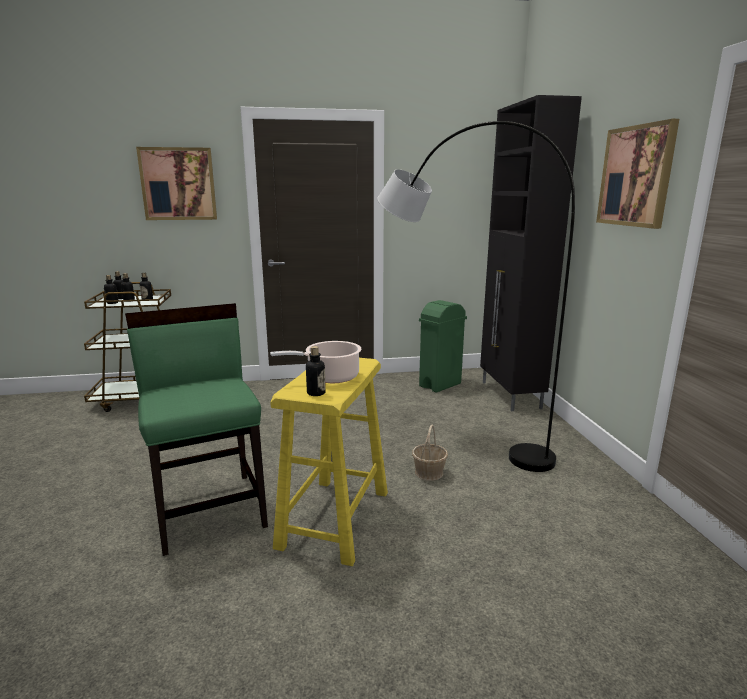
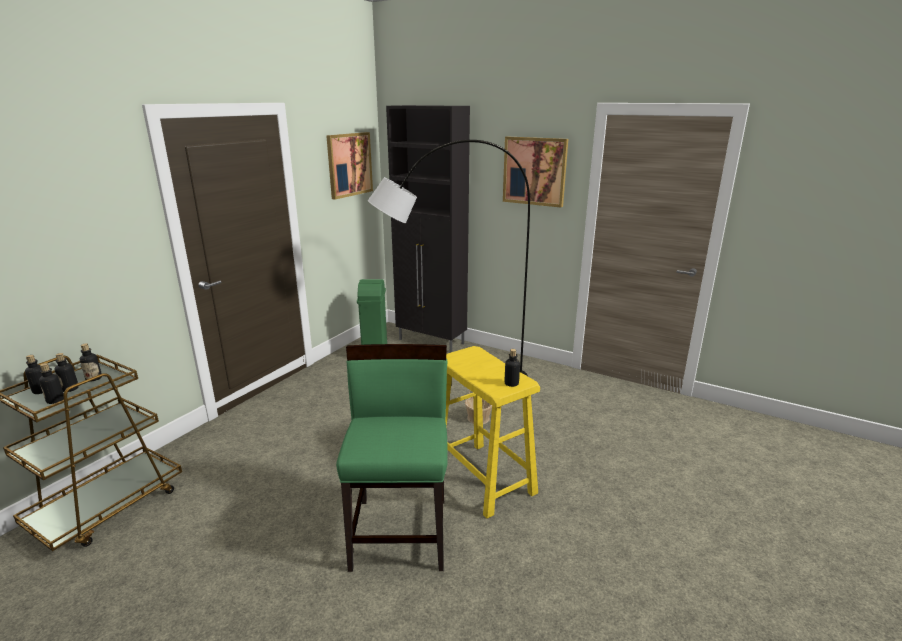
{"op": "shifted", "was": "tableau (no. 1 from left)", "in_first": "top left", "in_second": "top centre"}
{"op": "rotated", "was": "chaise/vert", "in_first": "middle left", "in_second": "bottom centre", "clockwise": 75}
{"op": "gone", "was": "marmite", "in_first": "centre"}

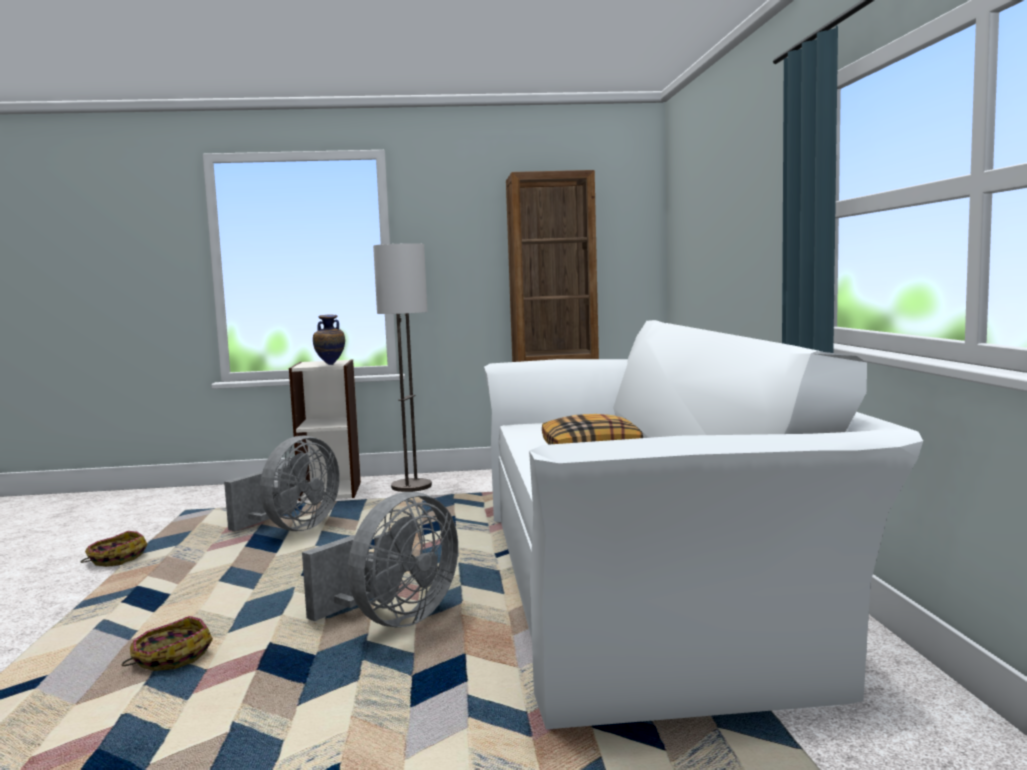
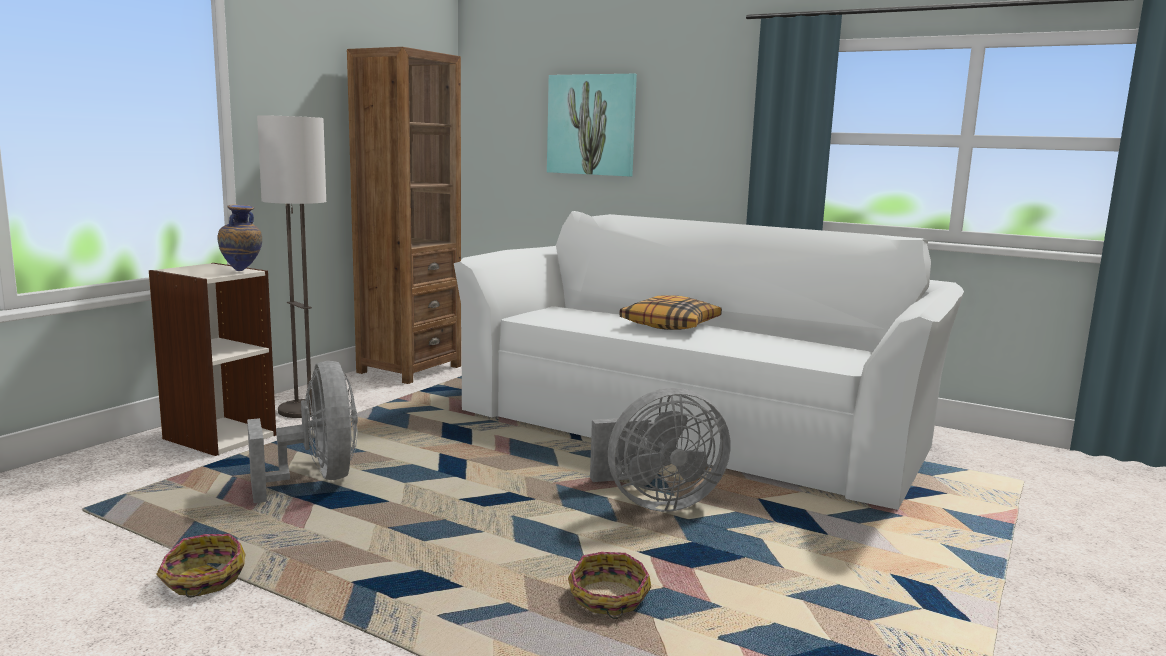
{"op": "rotated", "was": "ventilateur/gris (no. 2 from left)", "in_first": "bottom centre", "in_second": "bottom centre", "clockwise": 90}
{"op": "new", "now": "tableau", "in_second": "top centre"}

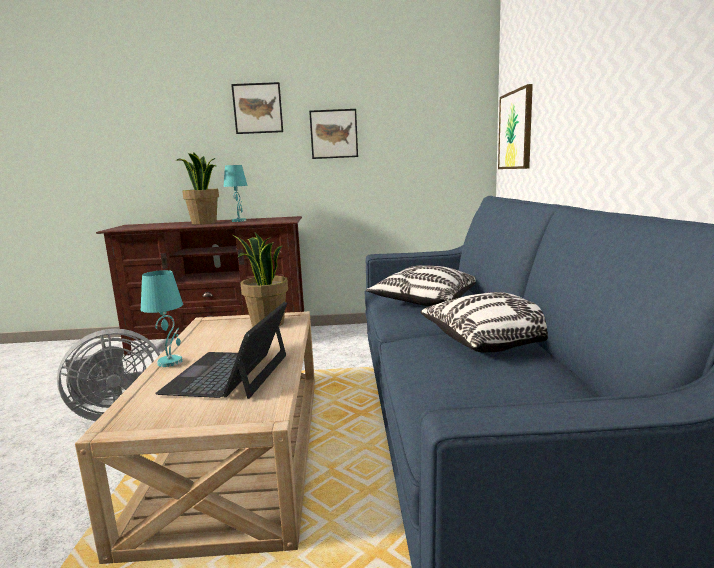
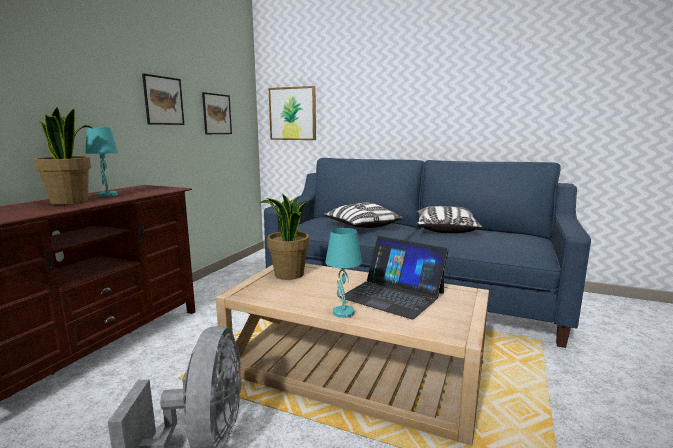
{"op": "shifted", "was": "tableau (no. 1 from left in the first image)", "now": "tableau (no. 2 from left)", "in_first": "top centre", "in_second": "top left"}

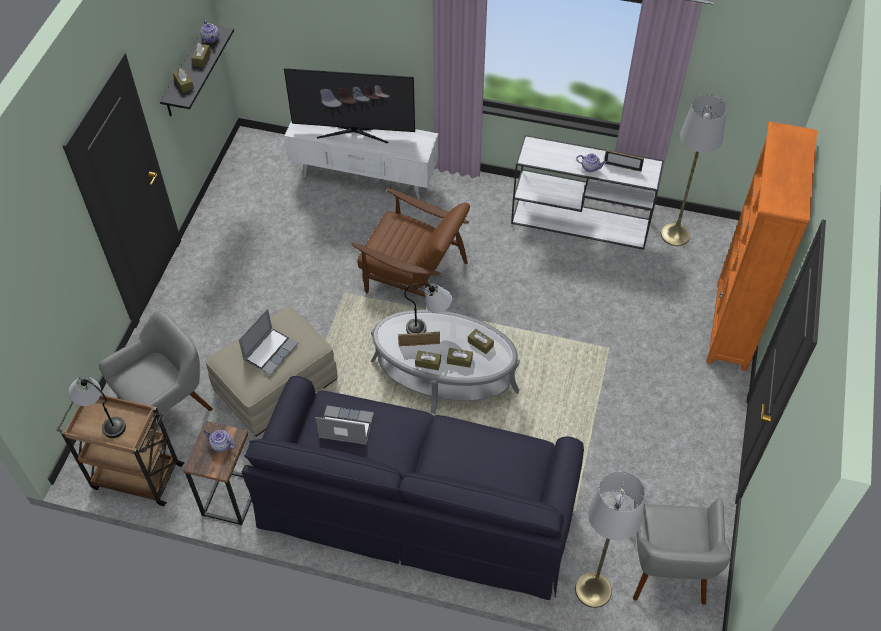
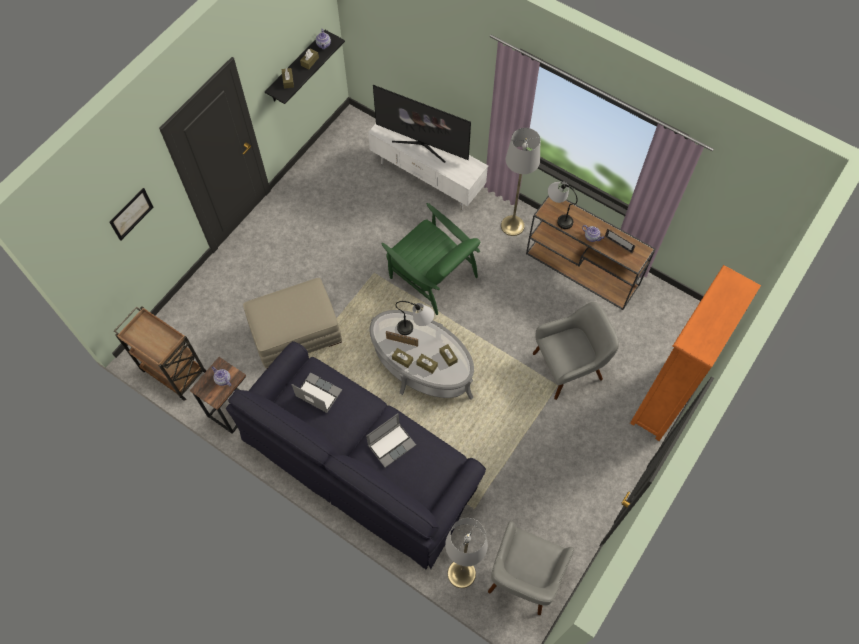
{"op": "shifted", "was": "lampadaire/gris (no. 2 from left)", "in_first": "top right", "in_second": "top centre"}
{"op": "repainted", "was": "table console/blanc", "now": "table console/marron", "in_first": "top centre", "in_second": "middle right"}
{"op": "repainted", "was": "fauteuil/marron", "now": "fauteuil/vert", "in_first": "centre", "in_second": "centre"}
{"op": "shifted", "was": "ordinateur portable (no. 1 from left in the first image)", "now": "ordinateur portable (no. 2 from left)", "in_first": "middle left", "in_second": "bottom centre"}
{"op": "shifted", "was": "fauteuil/gris (no. 1 from left in the first image)", "now": "fauteuil/gris (no. 2 from left)", "in_first": "middle left", "in_second": "middle right"}
{"op": "shifted", "was": "lampe de table (no. 1 from left in the first image)", "now": "lampe de table (no. 2 from left)", "in_first": "middle left", "in_second": "top centre"}
{"op": "new", "now": "tableau", "in_second": "top left"}

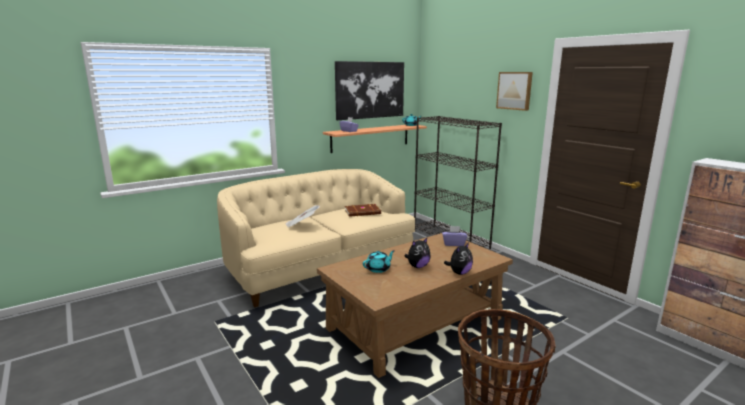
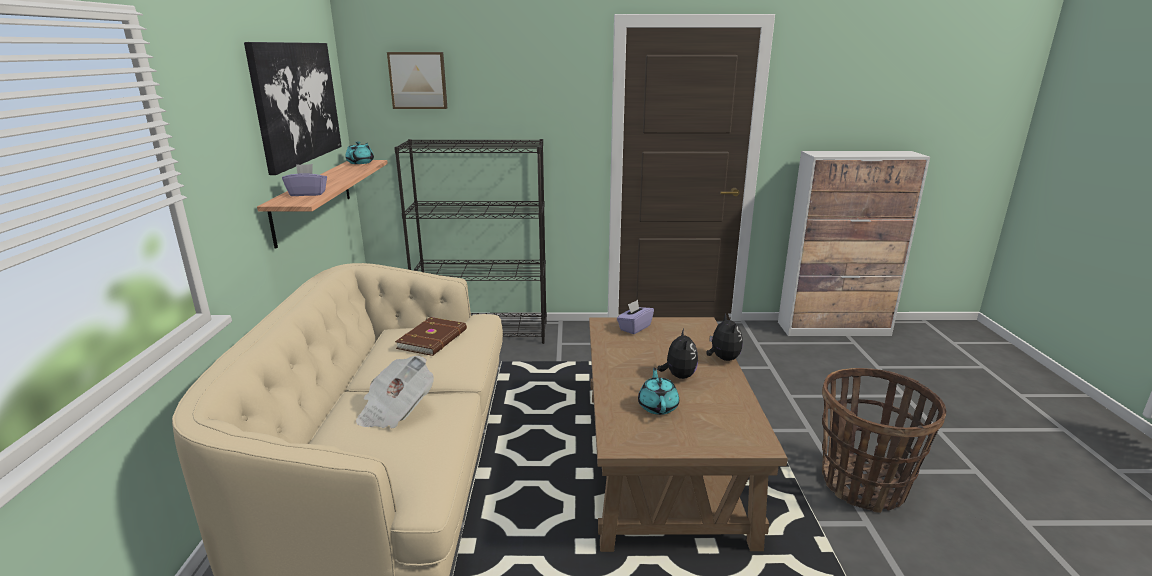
{"op": "shifted", "was": "tableau (no. 2 from left)", "in_first": "top right", "in_second": "top centre"}

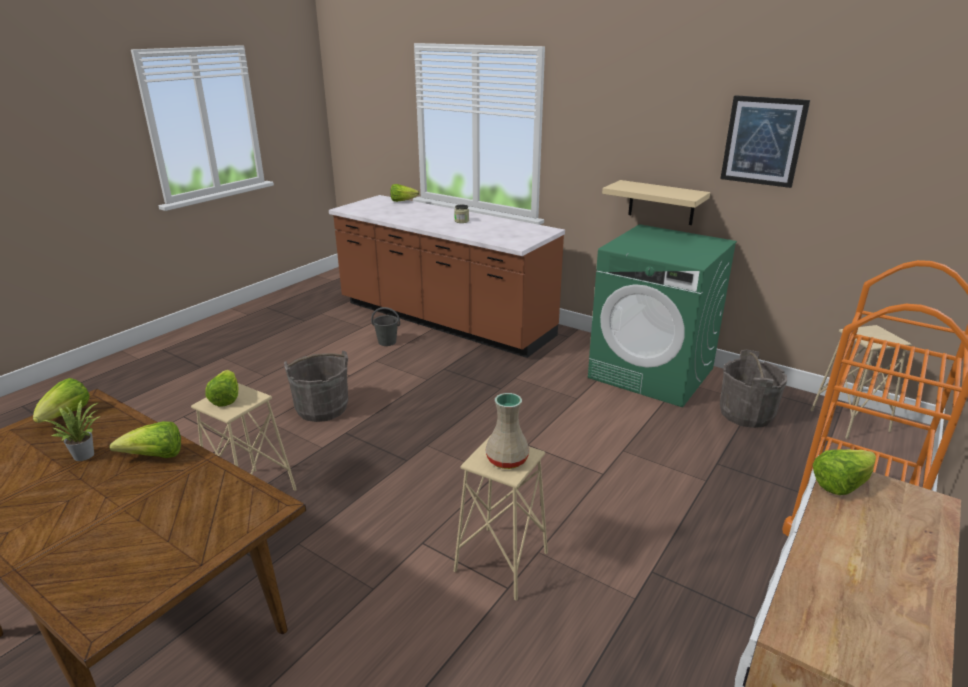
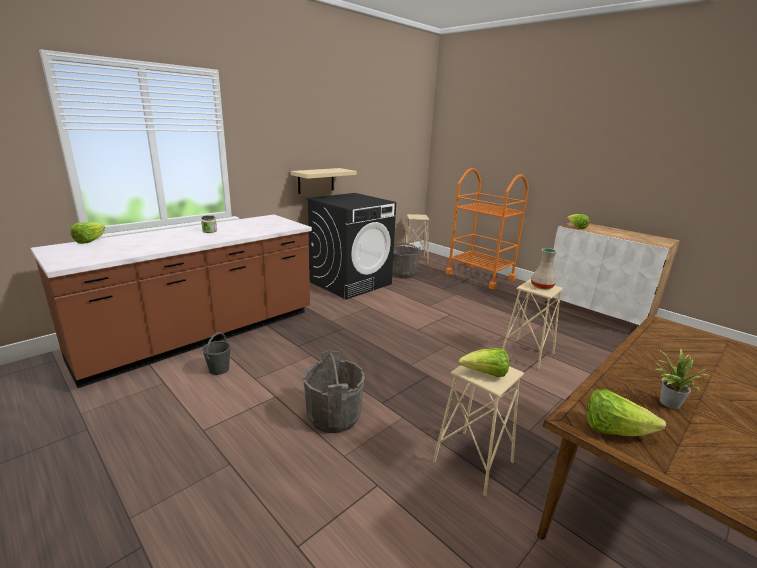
{"op": "gone", "was": "tableau", "in_first": "top right"}
{"op": "repainted", "was": "lave-linge/vert", "now": "lave-linge/noir", "in_first": "middle right", "in_second": "centre"}
{"op": "gone", "was": "laitue (no. 2 from left)", "in_first": "middle left"}

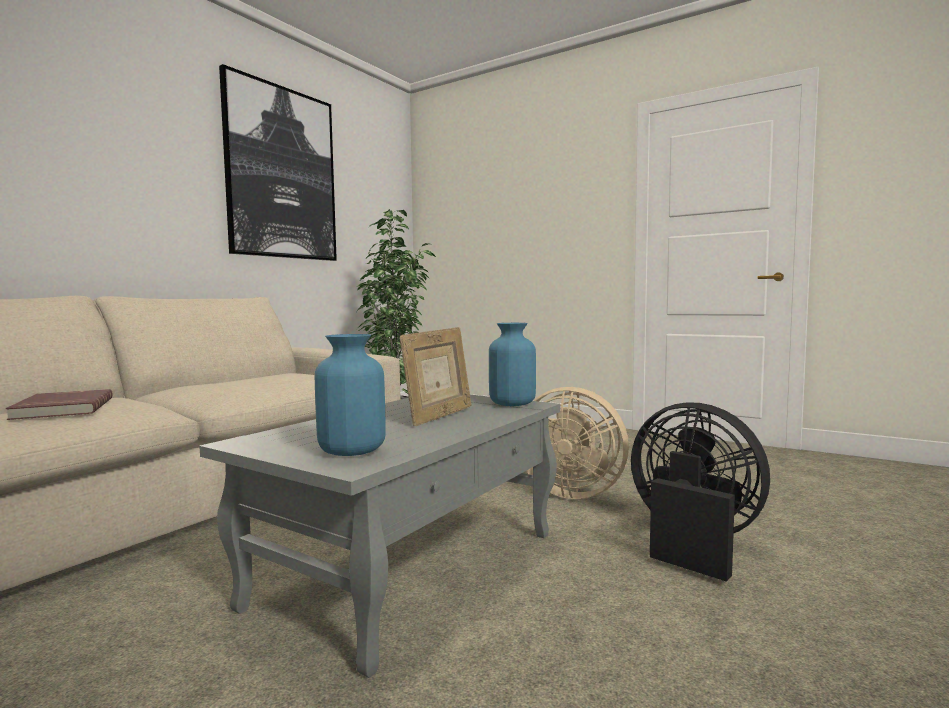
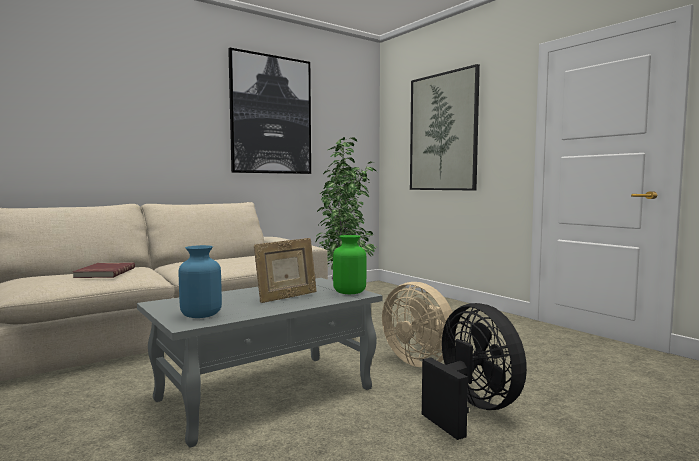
{"op": "repainted", "was": "vase/bleu (no. 2 from left)", "now": "vase/vert", "in_first": "centre", "in_second": "centre"}
{"op": "new", "now": "tableau (no. 2 from left)", "in_second": "top centre"}

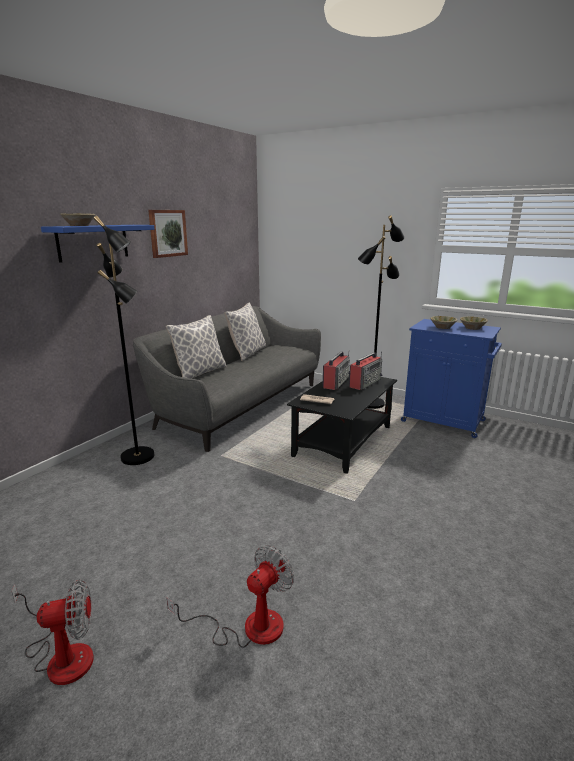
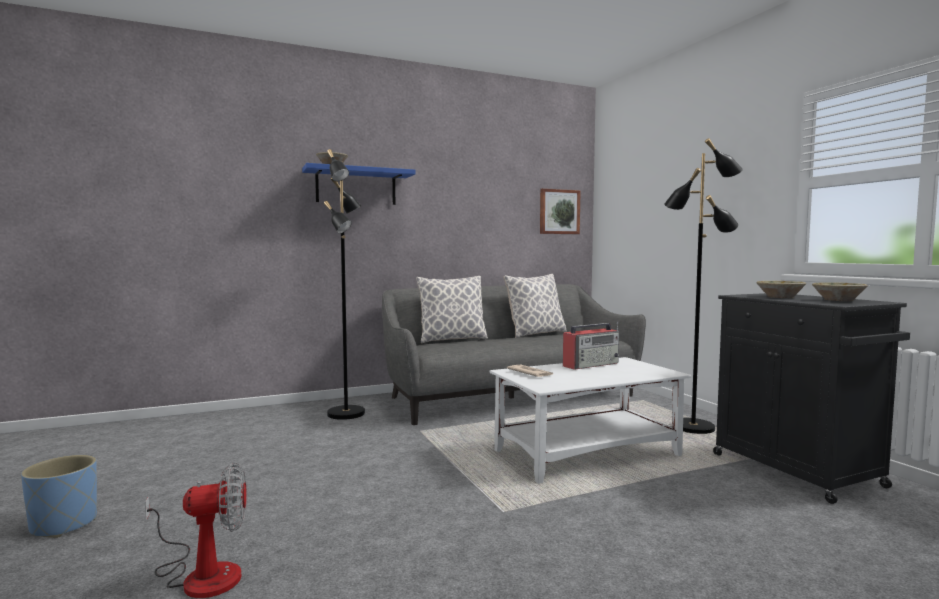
{"op": "shifted", "was": "tableau", "in_first": "top left", "in_second": "centre"}
{"op": "repainted", "was": "meuble de rangement/bleu", "now": "meuble de rangement/noir", "in_first": "middle right", "in_second": "middle right"}
{"op": "gone", "was": "radio (no. 2 from left)", "in_first": "centre"}
{"op": "repainted", "was": "table basse/noir", "now": "table basse/blanc", "in_first": "centre", "in_second": "bottom centre"}
{"op": "swapped", "was": "ventilateur (no. 1 from left)", "now": "cache-pot/bleu", "in_first": "bottom left", "in_second": "bottom left"}

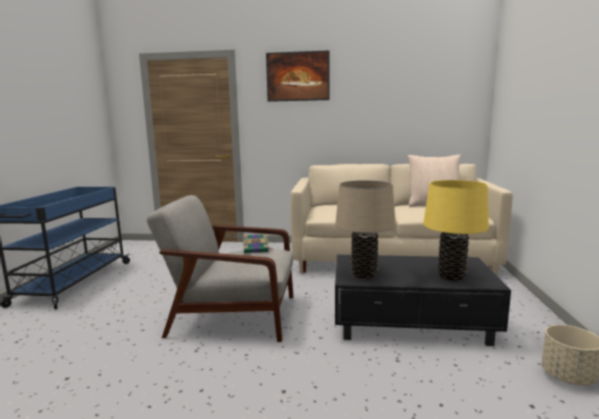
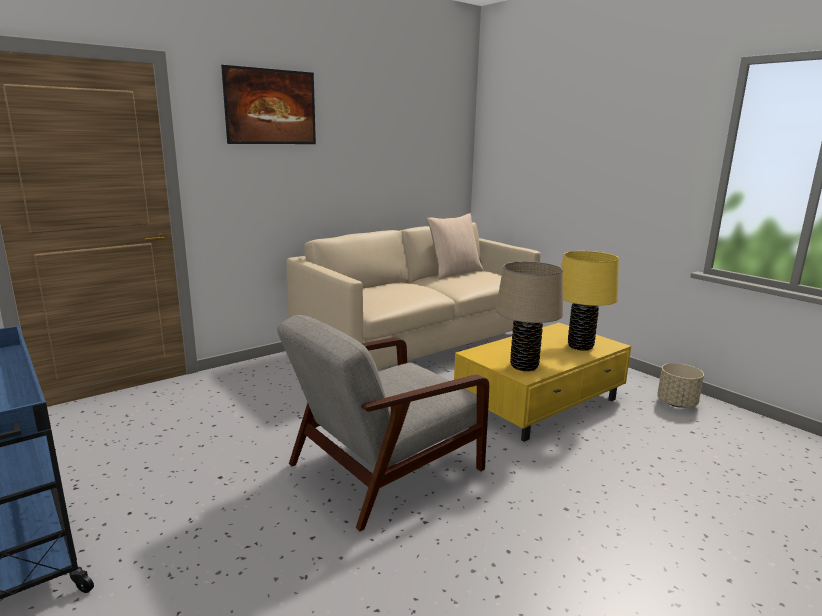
{"op": "gone", "was": "livre", "in_first": "centre"}
{"op": "repainted", "was": "table basse/noir", "now": "table basse/jaune", "in_first": "bottom right", "in_second": "centre"}

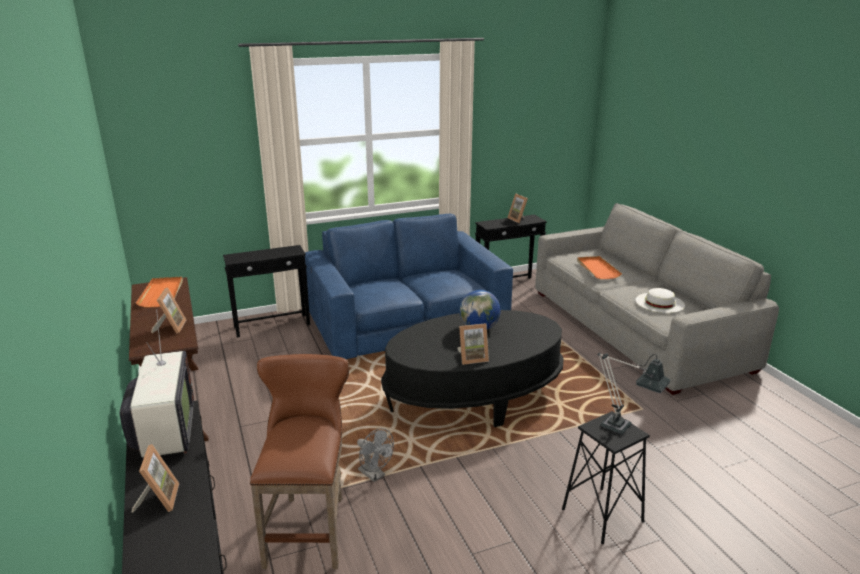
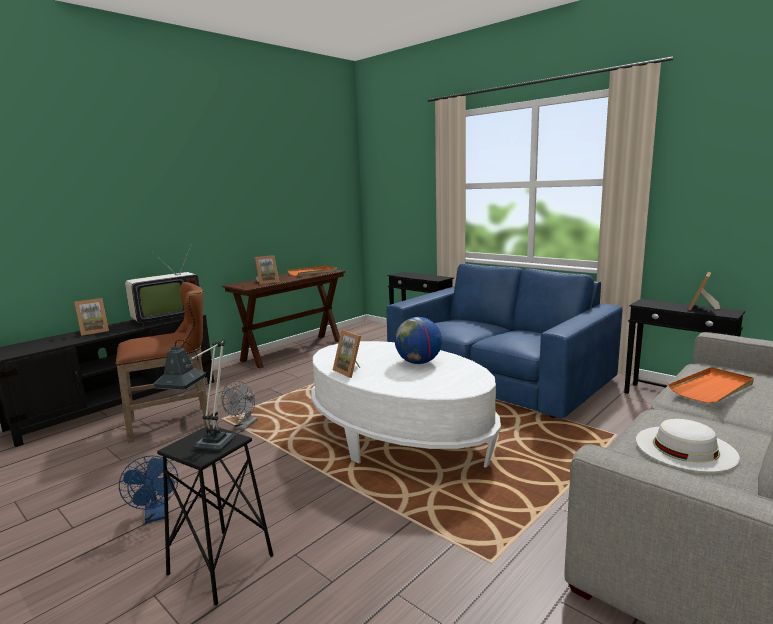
{"op": "repainted", "was": "table basse/noir", "now": "table basse/blanc", "in_first": "centre", "in_second": "centre"}
{"op": "new", "now": "ventilateur/bleu", "in_second": "bottom left"}

